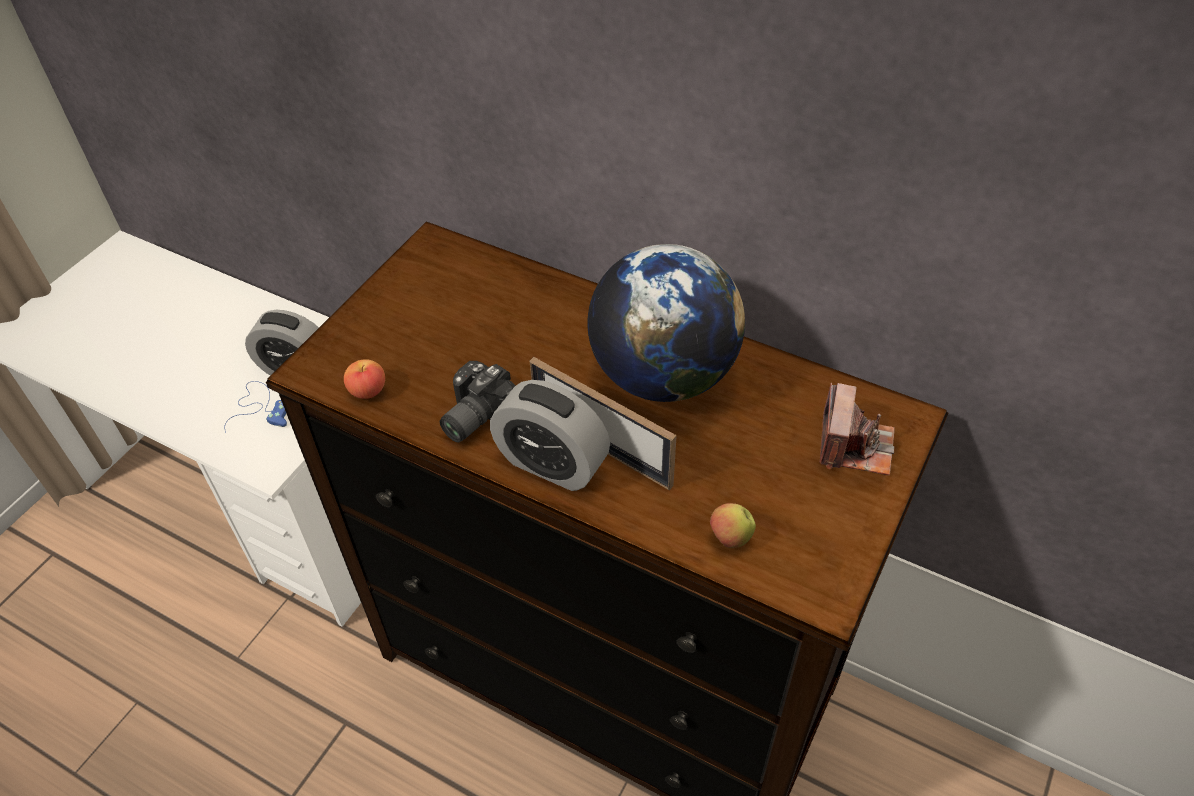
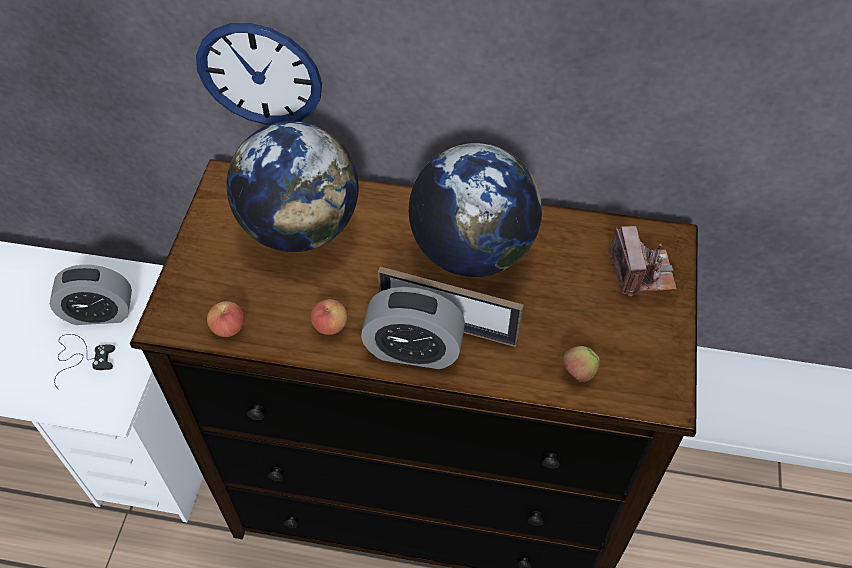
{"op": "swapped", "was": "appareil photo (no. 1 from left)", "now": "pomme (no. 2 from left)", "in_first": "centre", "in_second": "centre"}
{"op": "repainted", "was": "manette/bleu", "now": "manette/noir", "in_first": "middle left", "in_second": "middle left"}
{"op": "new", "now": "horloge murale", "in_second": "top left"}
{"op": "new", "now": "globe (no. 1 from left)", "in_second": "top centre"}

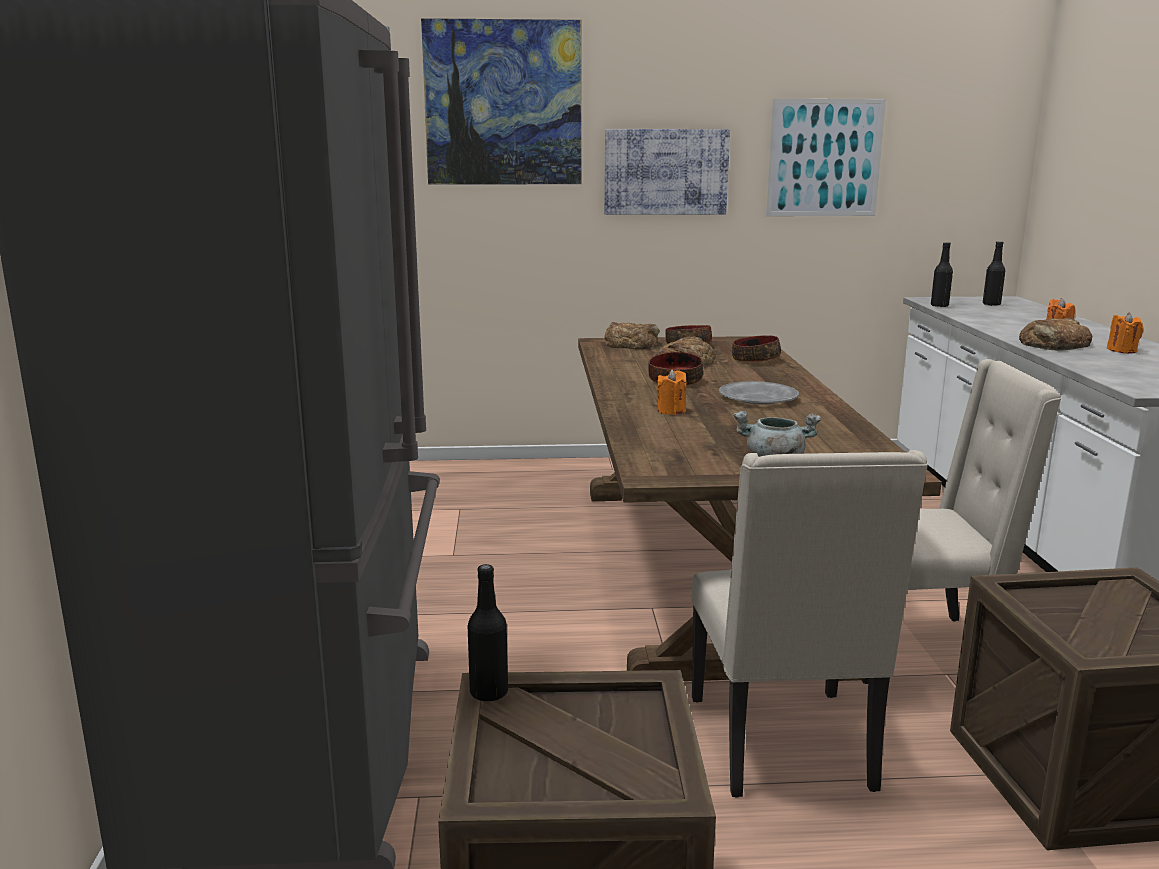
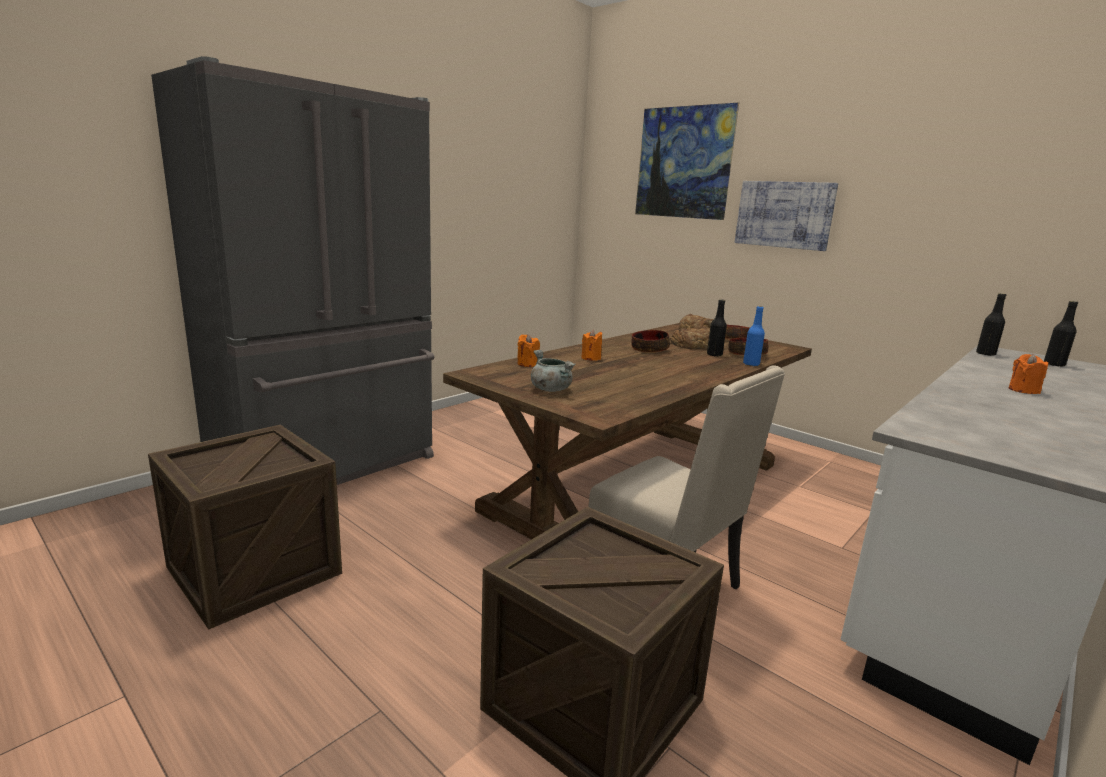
{"op": "gone", "was": "tableau (no. 3 from left)", "in_first": "top right"}
{"op": "shifted", "was": "bougie/orange (no. 3 from left in the first image)", "now": "bougie/orange (no. 1 from left)", "in_first": "middle right", "in_second": "centre"}
{"op": "gone", "was": "pain (no. 3 from left)", "in_first": "middle right"}
{"op": "gone", "was": "assiette/gris", "in_first": "centre"}
{"op": "gone", "was": "chaise/beige (no. 1 from left)", "in_first": "bottom right"}
{"op": "shifted", "was": "bouteille/noir (no. 1 from left)", "in_first": "bottom centre", "in_second": "centre"}
{"op": "new", "now": "bouteille/bleu", "in_second": "middle right"}

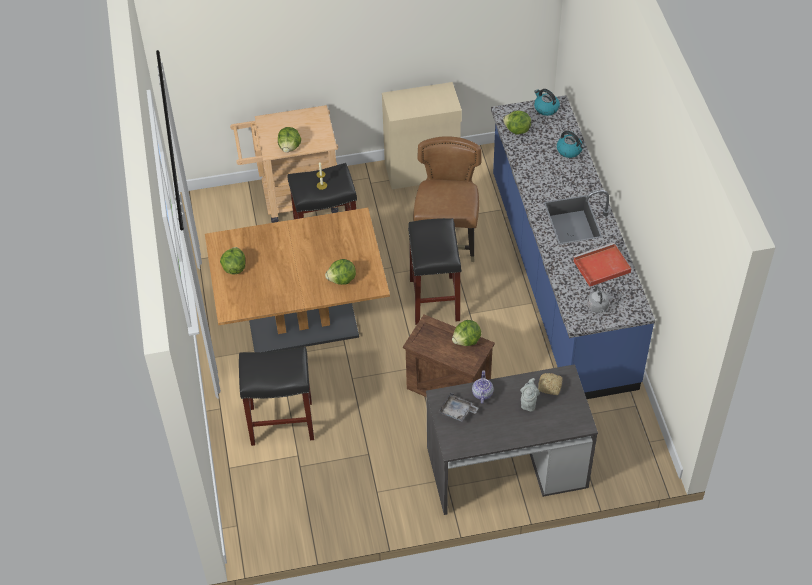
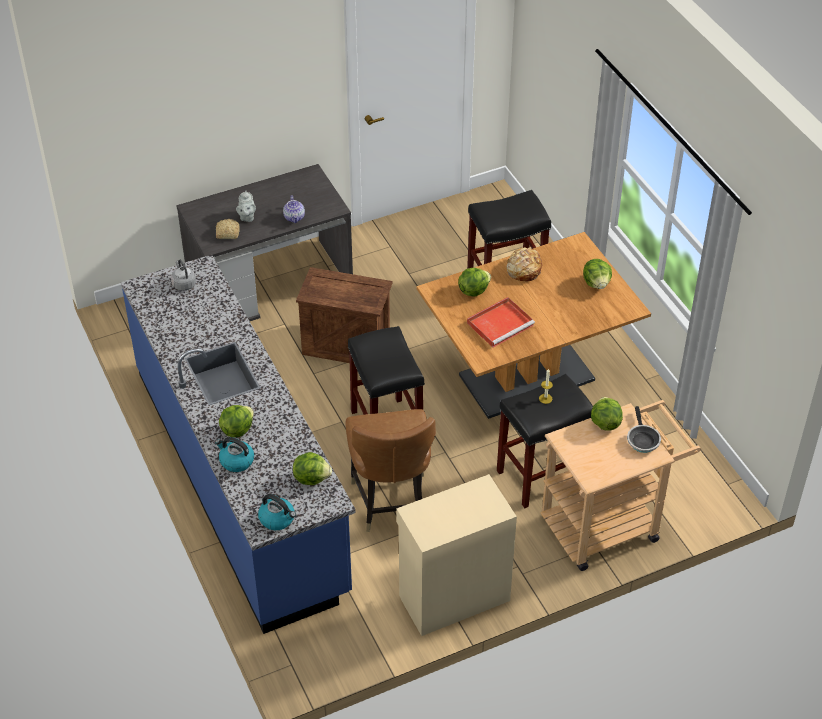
{"op": "shifted", "was": "plateau/rouge", "in_first": "middle right", "in_second": "centre"}
{"op": "shifted", "was": "laitue (no. 4 from left in the first image)", "now": "laitue (no. 1 from left)", "in_first": "centre", "in_second": "middle left"}
{"op": "gone", "was": "plateau/gris", "in_first": "bottom centre"}
{"op": "new", "now": "pain (no. 2 from left)", "in_second": "centre"}
{"op": "new", "now": "poêle", "in_second": "middle right"}

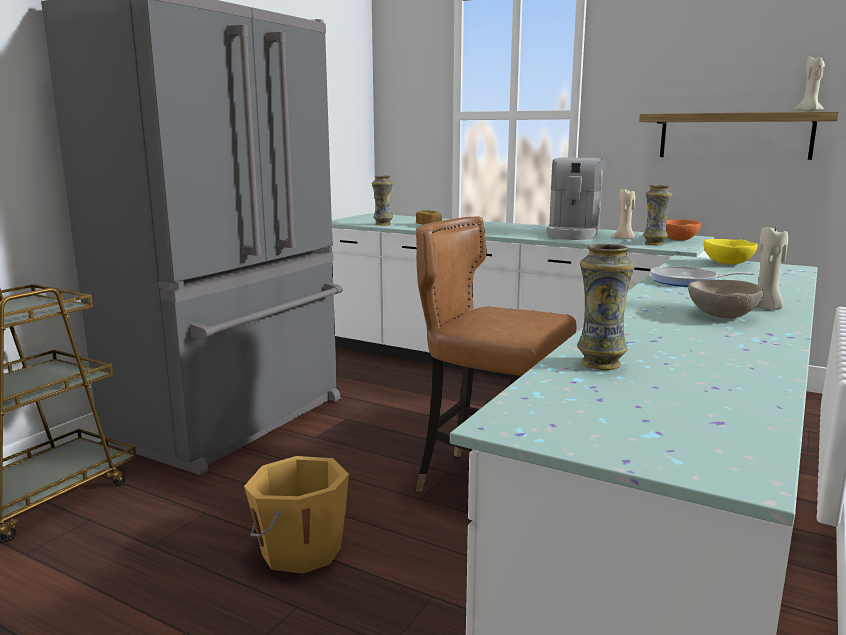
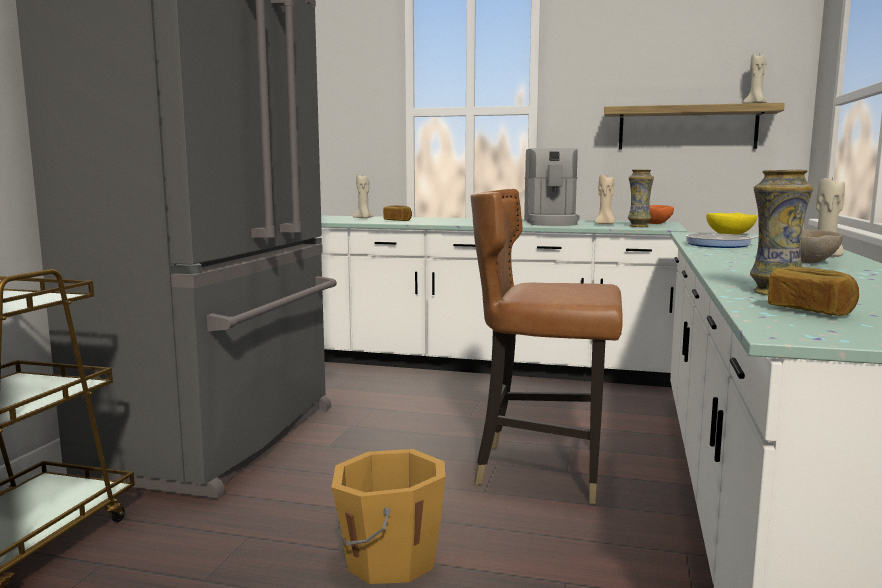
{"op": "gone", "was": "vase (no. 1 from left)", "in_first": "top centre"}
{"op": "new", "now": "bougie/beige (no. 1 from left)", "in_second": "centre"}
{"op": "new", "now": "pain (no. 2 from left)", "in_second": "middle right"}

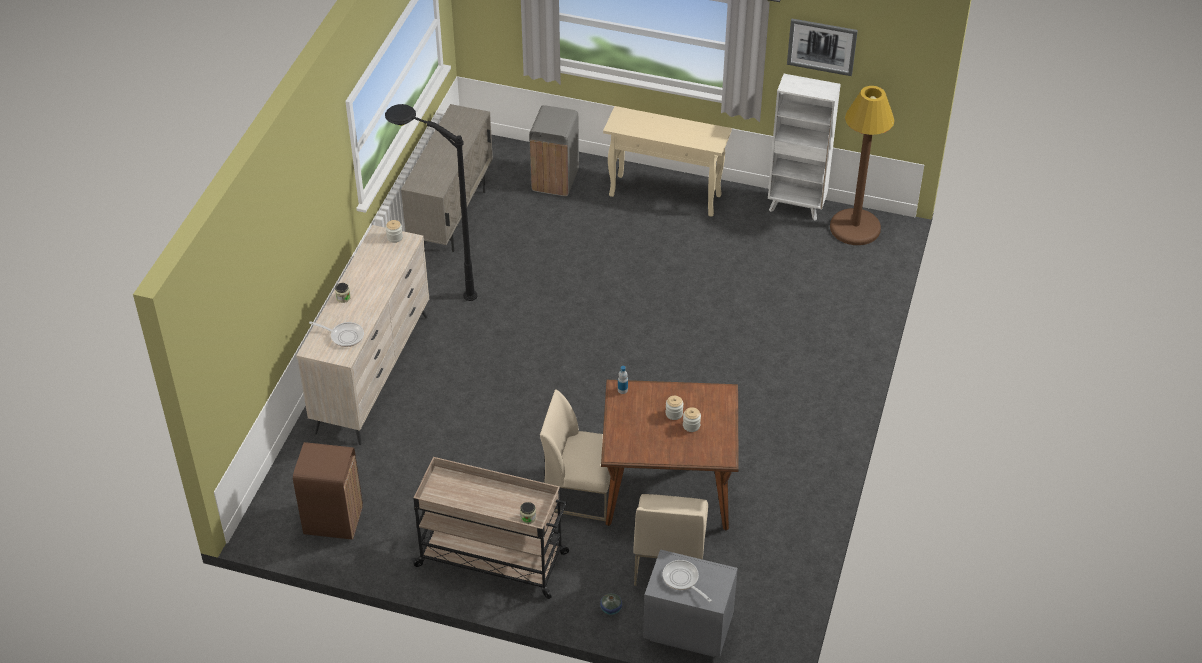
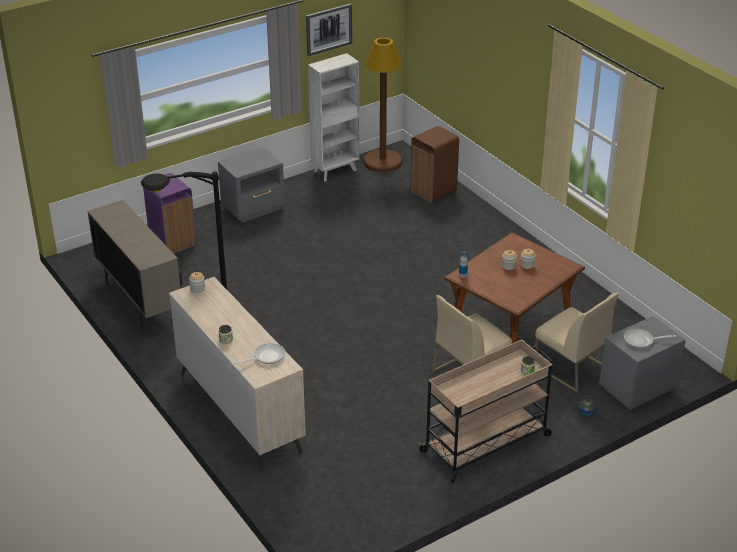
{"op": "repainted", "was": "poubelle/gris", "now": "poubelle/violet", "in_first": "top centre", "in_second": "middle left"}
{"op": "swapped", "was": "table console/beige", "now": "table de chevet/gris (no. 1 from left)", "in_first": "top centre", "in_second": "centre"}
{"op": "shifted", "was": "poubelle/marron", "in_first": "bottom left", "in_second": "top centre"}

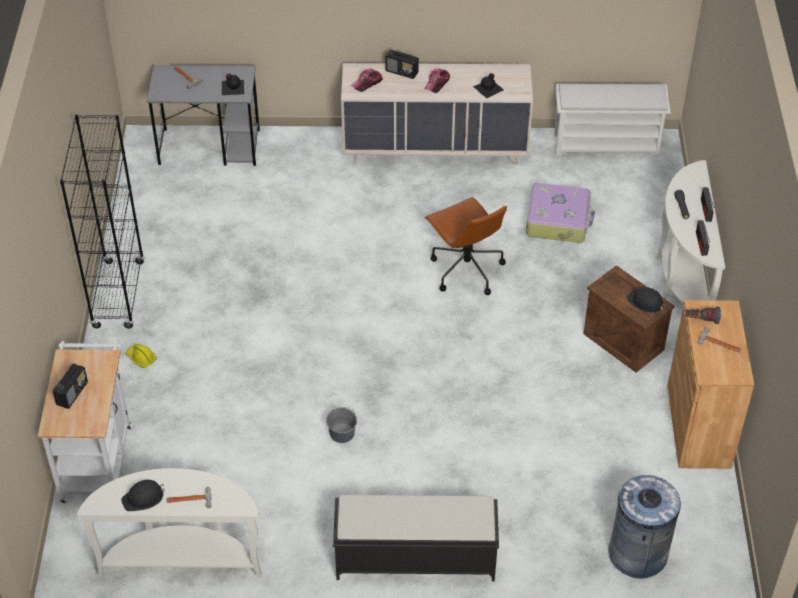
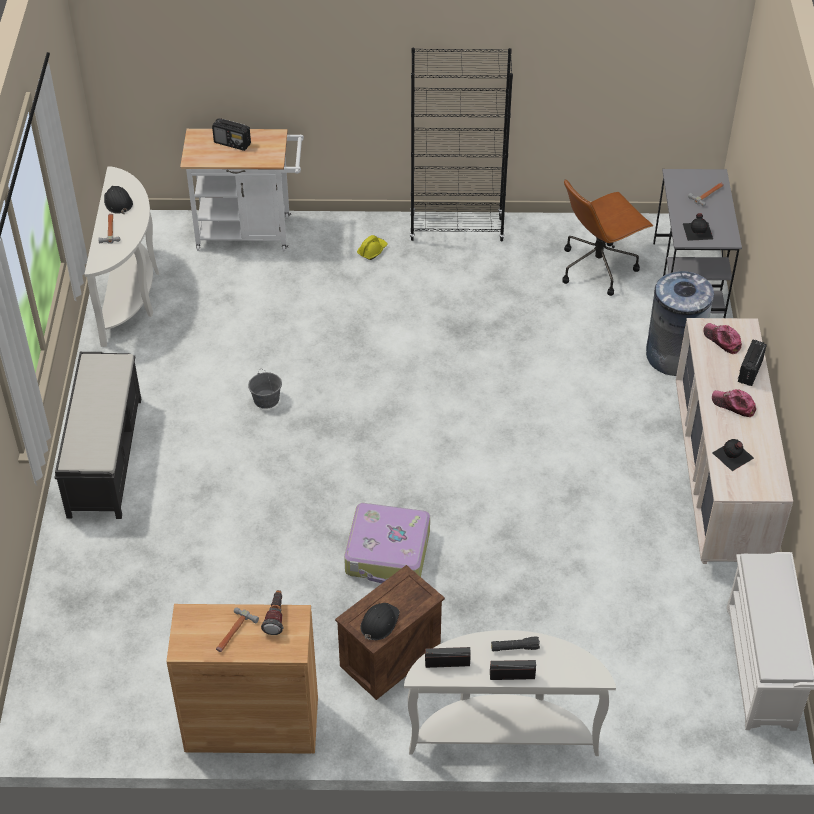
{"op": "shifted", "was": "valise", "in_first": "middle right", "in_second": "bottom centre"}
{"op": "shifted", "was": "chaise de bureau/marron", "in_first": "centre", "in_second": "top right"}
{"op": "shifted", "was": "poubelle/gris", "in_first": "bottom right", "in_second": "middle right"}

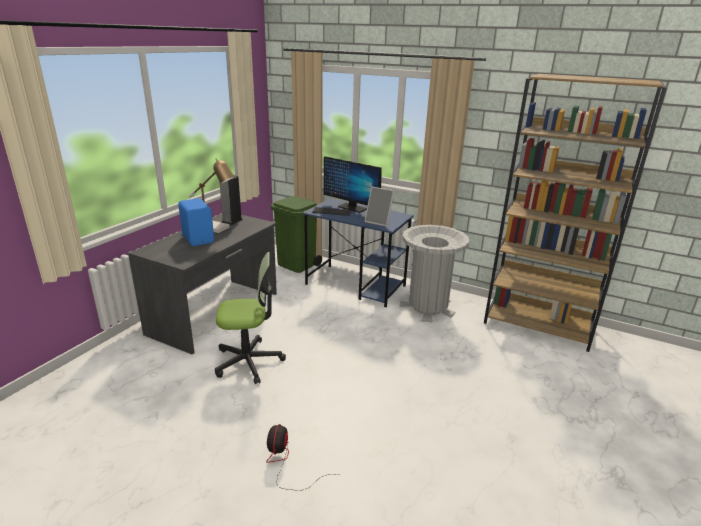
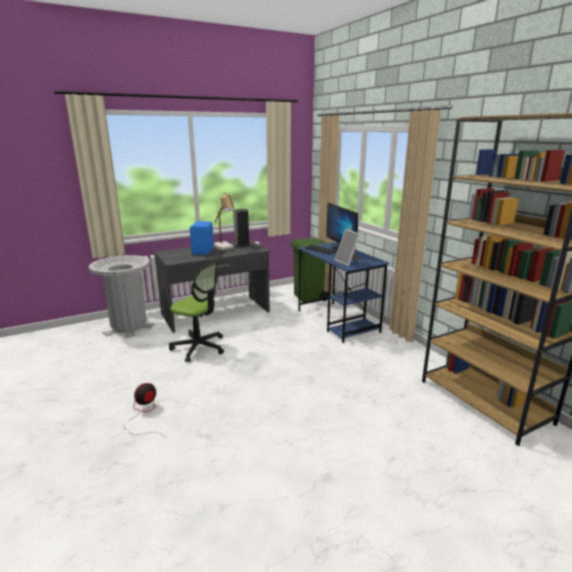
{"op": "shifted", "was": "poubelle/gris", "in_first": "centre", "in_second": "middle left"}

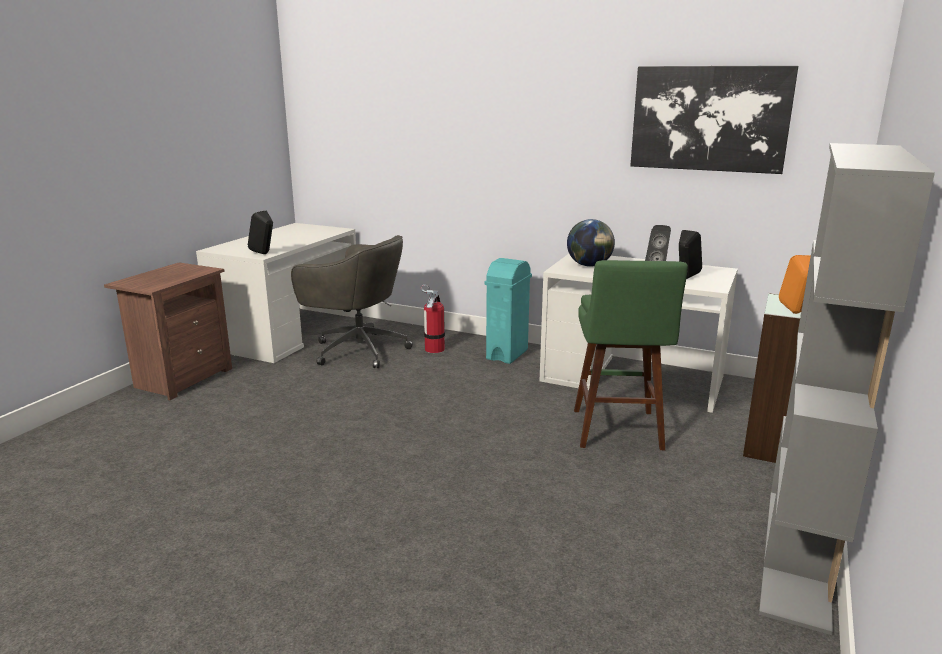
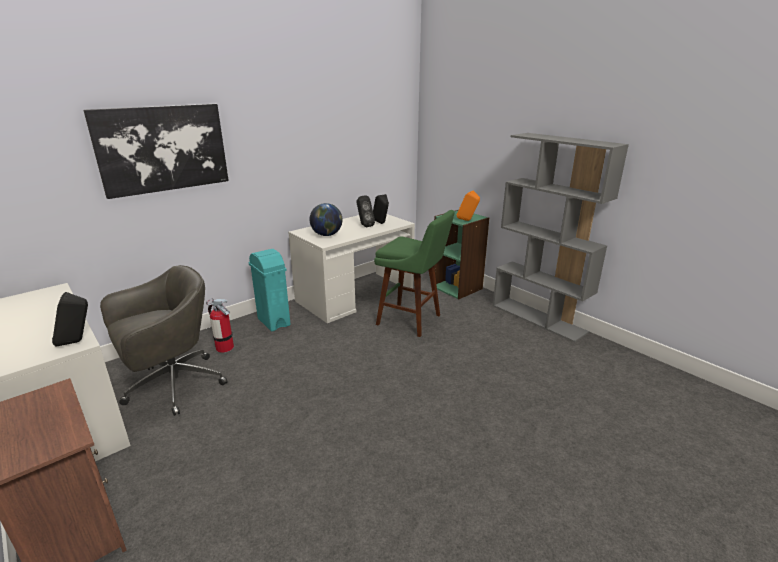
{"op": "shifted", "was": "tableau", "in_first": "top right", "in_second": "top left"}

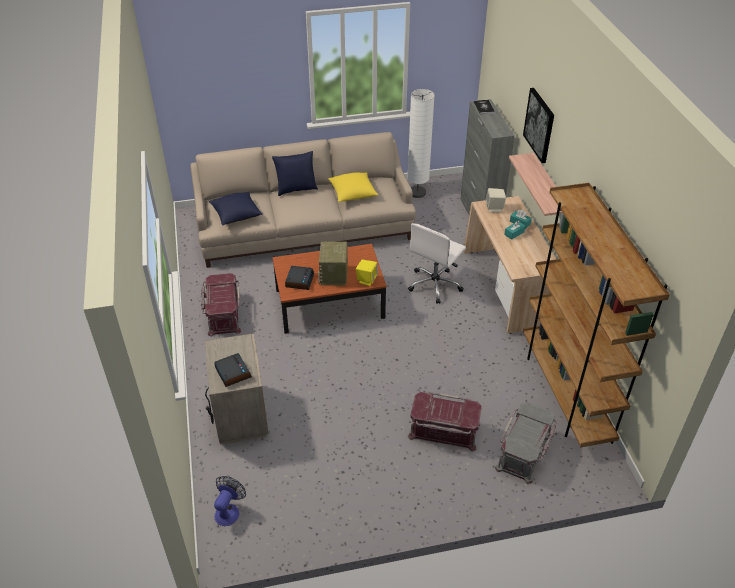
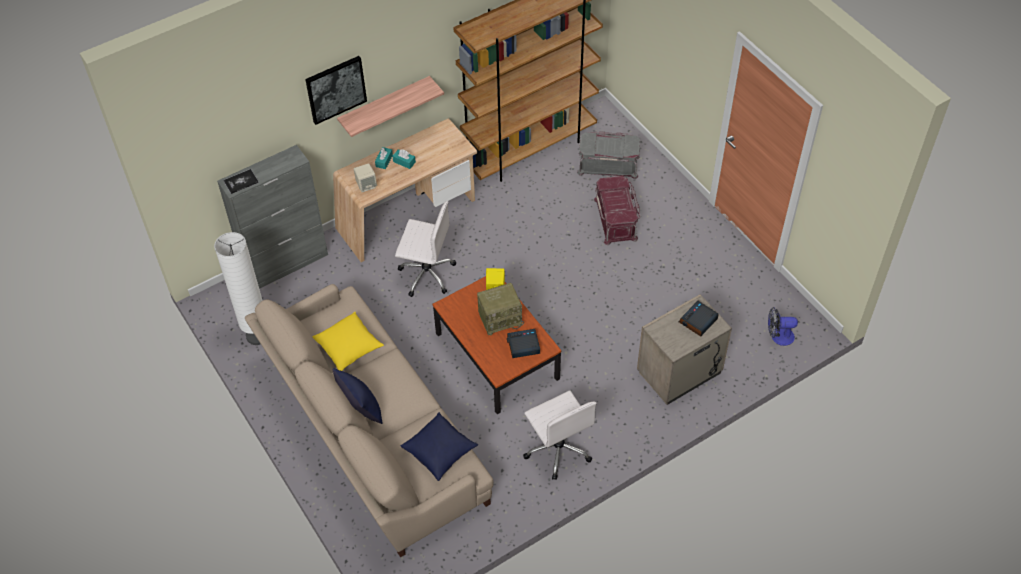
{"op": "swapped", "was": "boîte de rangement/rouge (no. 1 from left)", "now": "chaise de bureau/blanc (no. 2 from left)", "in_first": "middle left", "in_second": "bottom centre"}

